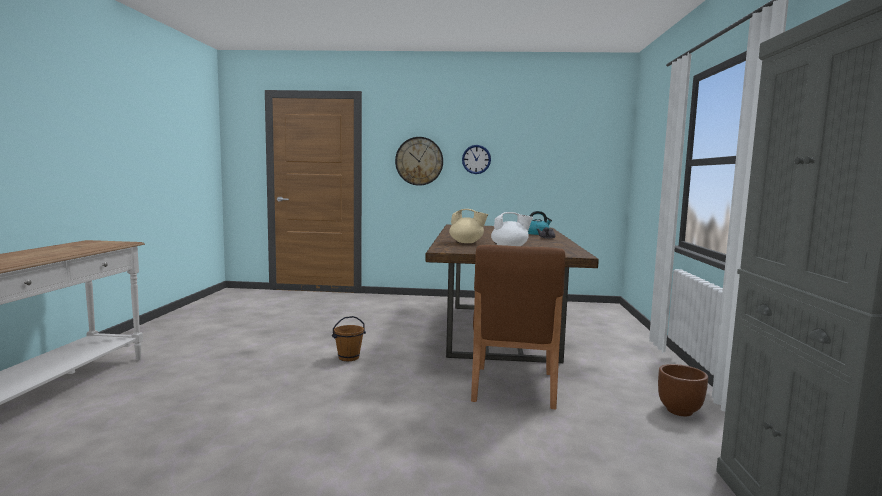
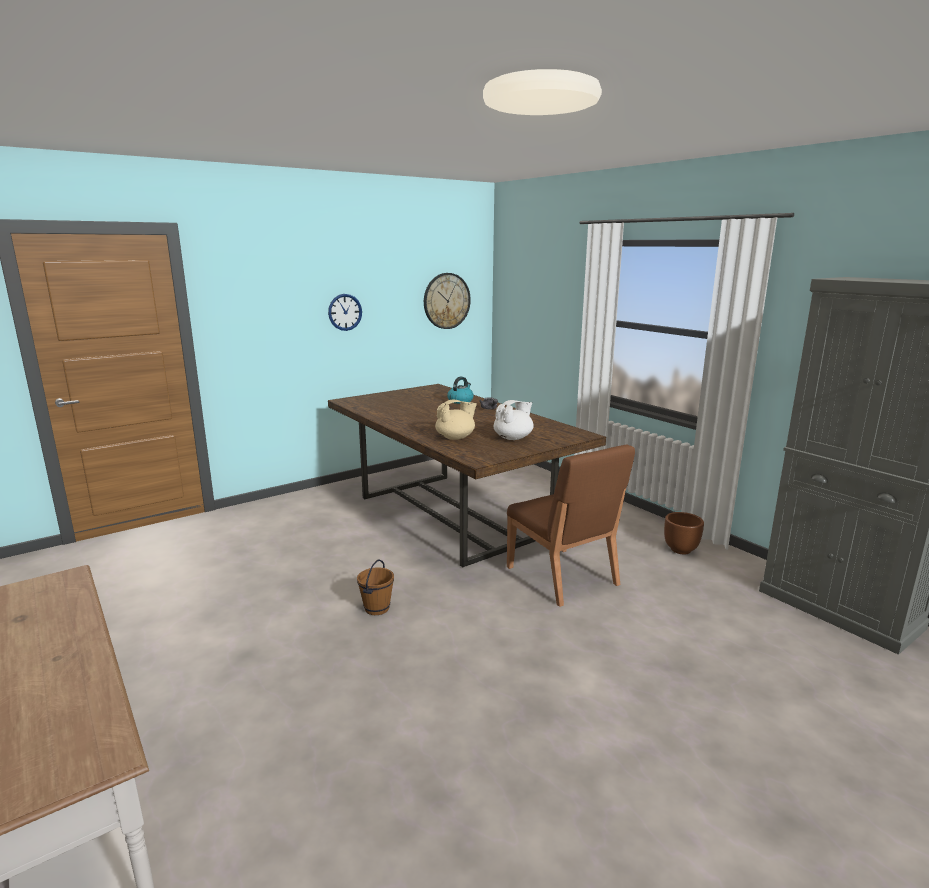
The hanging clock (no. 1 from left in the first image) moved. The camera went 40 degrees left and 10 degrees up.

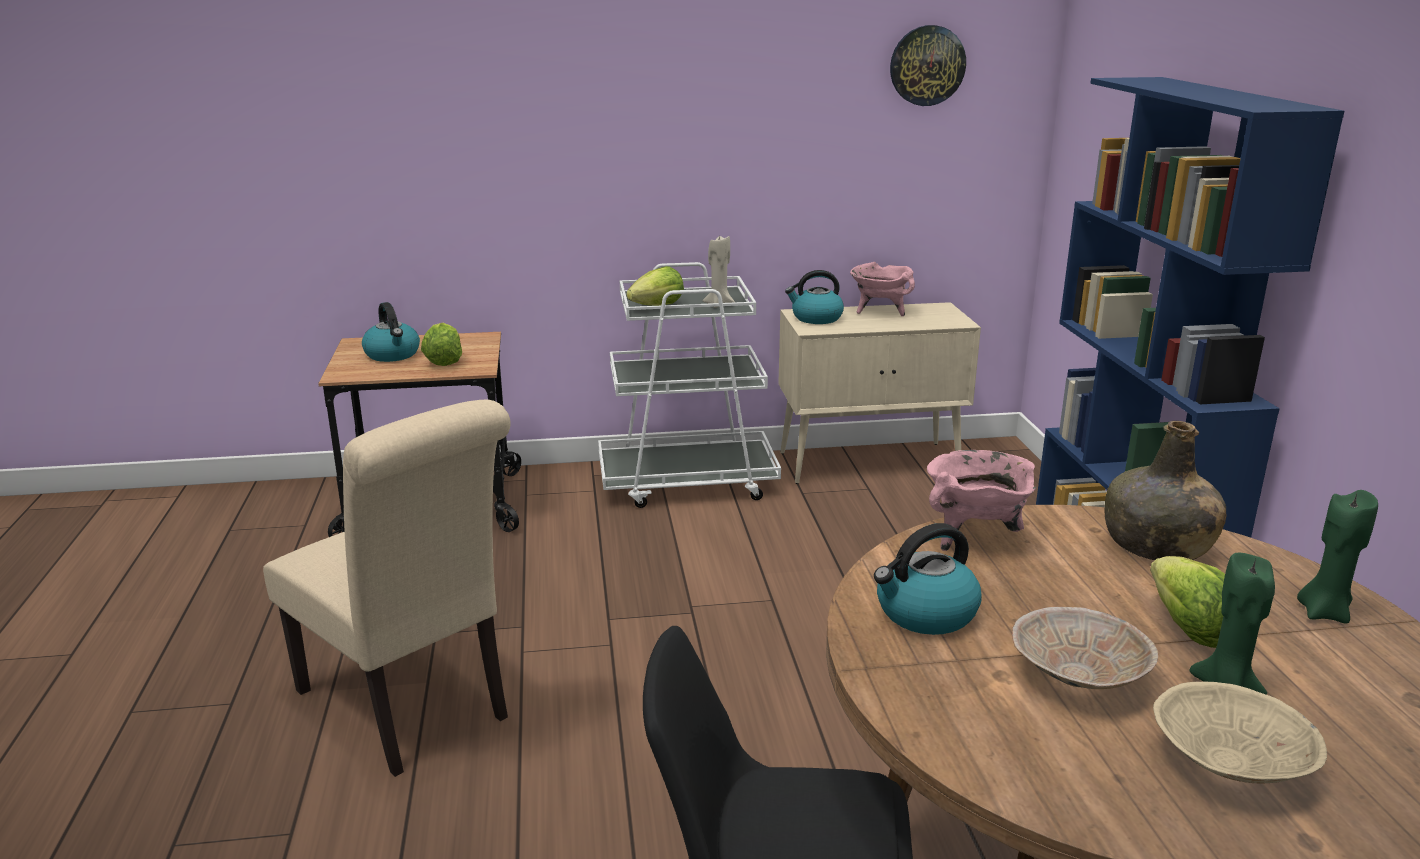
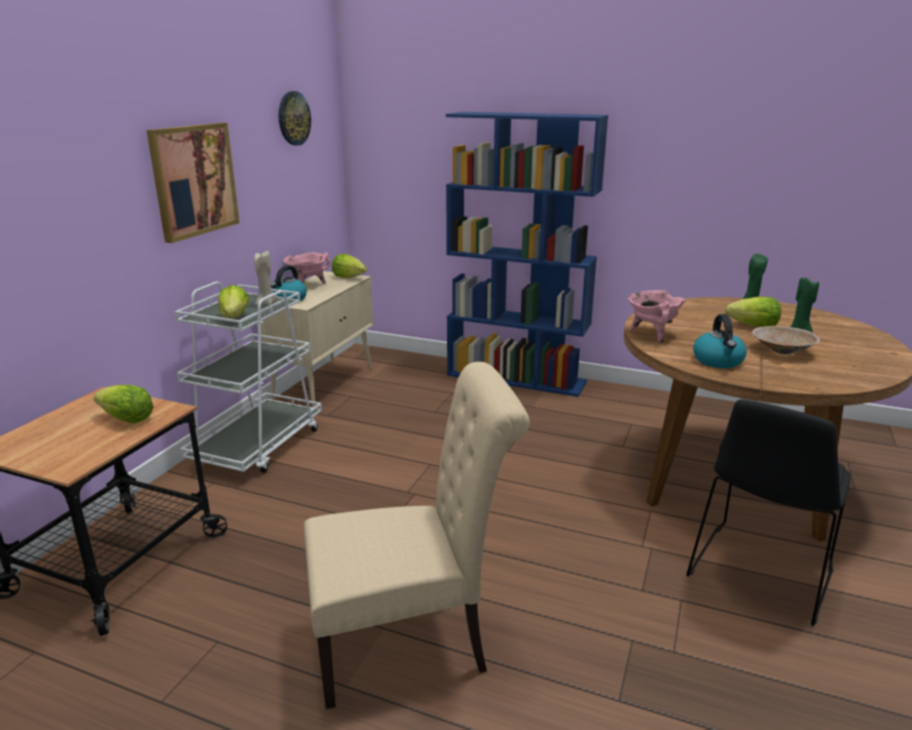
The tea kettle (no. 1 from left) disappeared. The beverage bottle (green-coloured) disappeared. The deep dish (sand-coloured) (no. 2 from left) disappeared. The picture appeared. The head of lettuce (no. 3 from left) appeared. The camera went 60 degrees left and 0 degrees up.

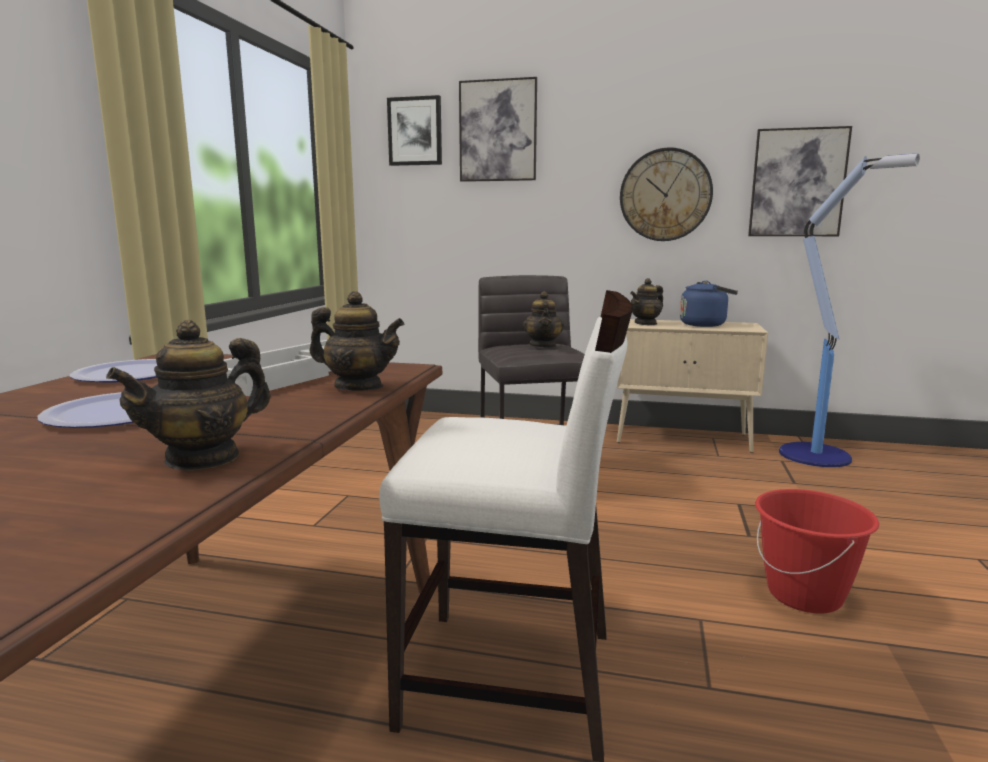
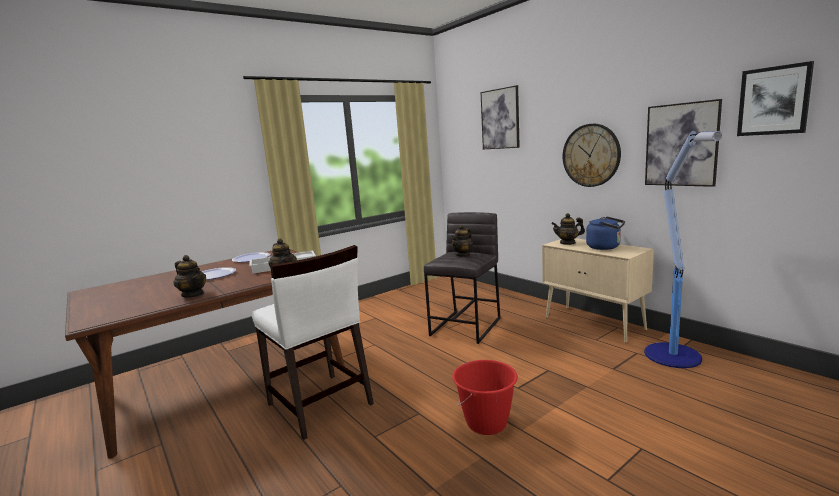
The picture (no. 1 from left in the first image) moved. The teapot (no. 1 from left) turned 135 degrees counterclockwise. The camera went 40 degrees right and 0 degrees up.

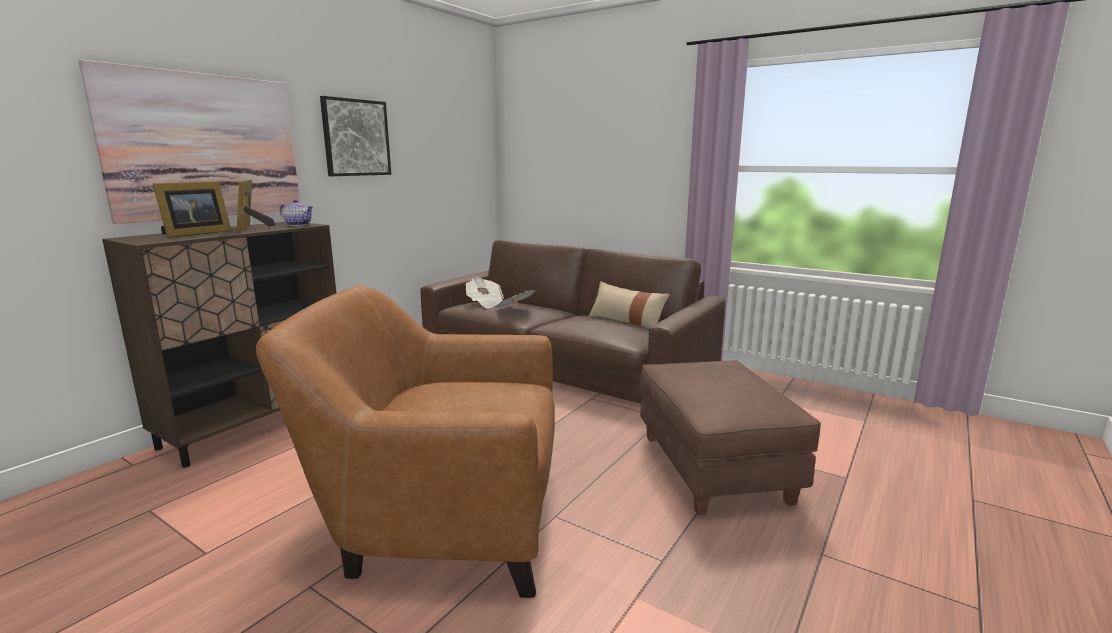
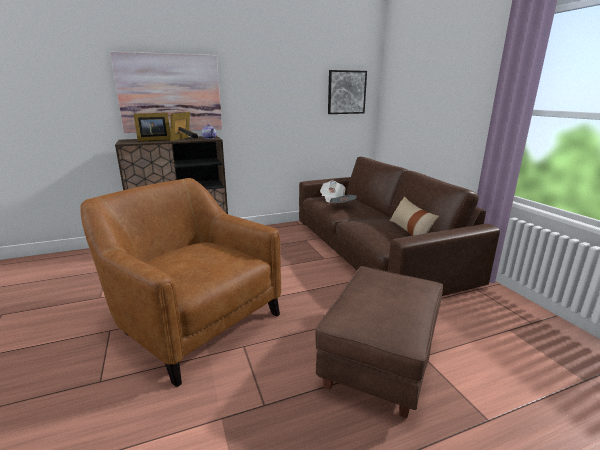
The picture (no. 2 from left) moved. The camera went 35 degrees right and 5 degrees up.

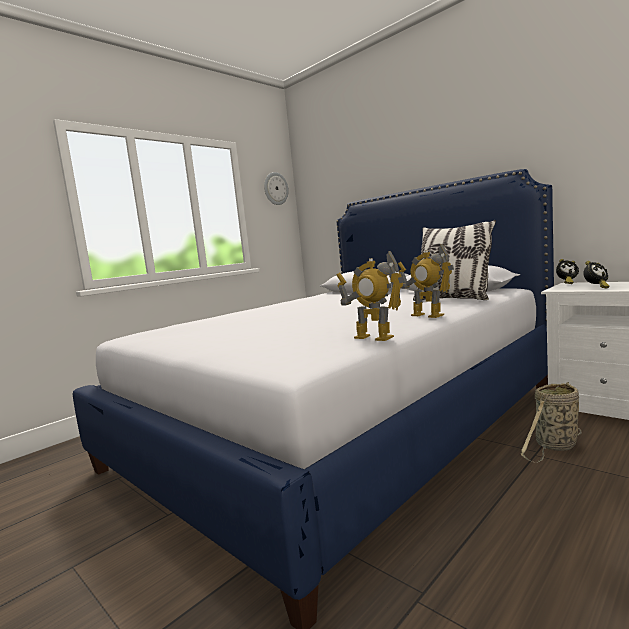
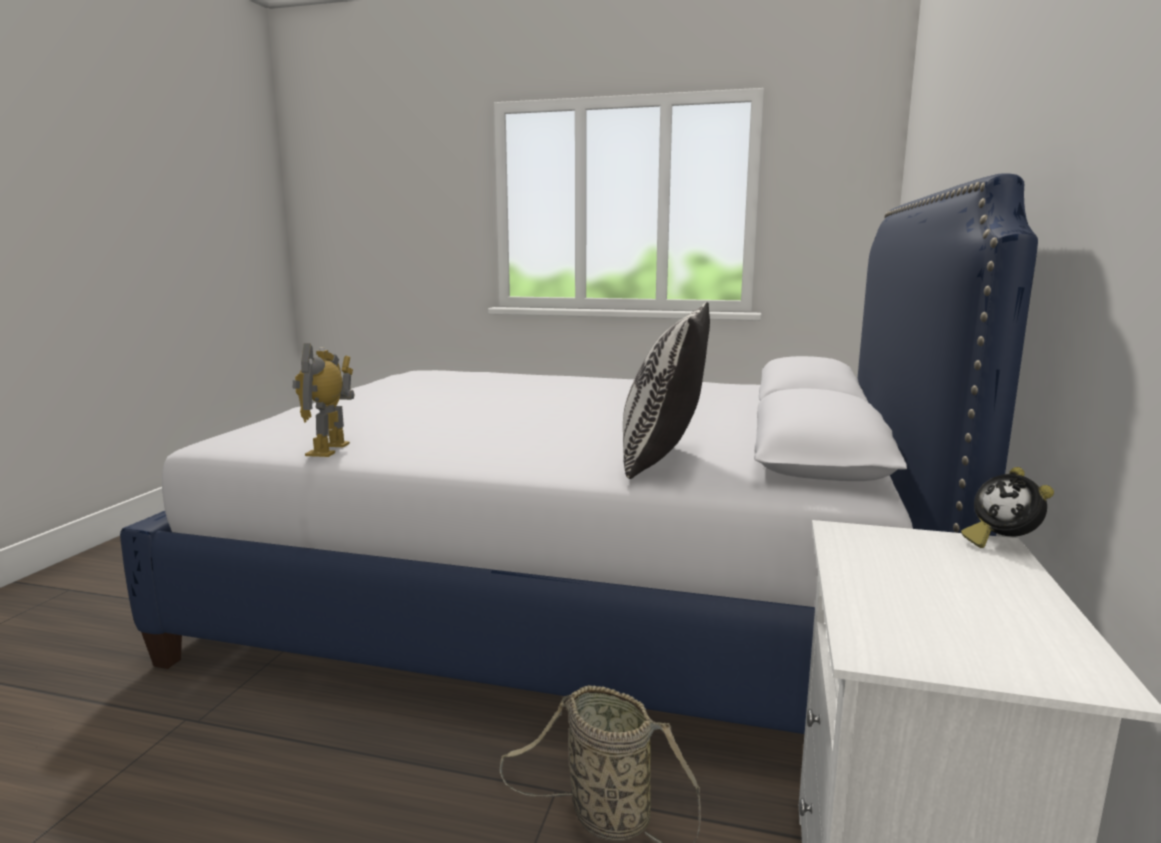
The hanging clock disappeared. The model robot (no. 2 from left) disappeared. The table clock (no. 2 from left) disappeared. The camera went 60 degrees right and 5 degrees up.

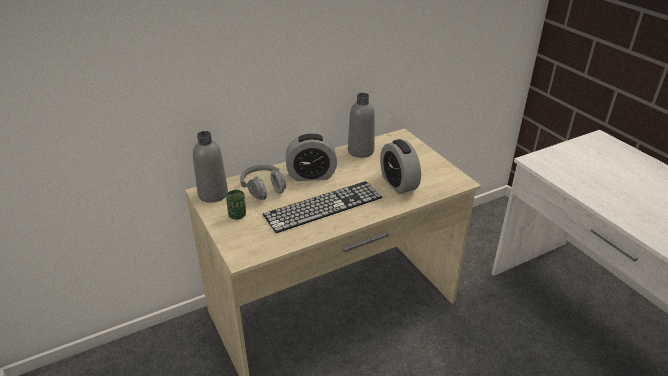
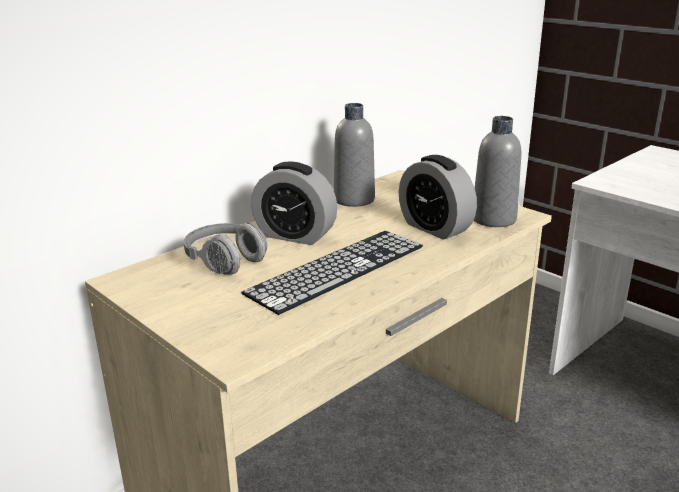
The cup (green-coloured) disappeared. The beverage bottle (greyish) (no. 1 from left in the first image) moved. The table clock (no. 1 from left) turned 45 degrees clockwise. The camera went 15 degrees left and 10 degrees down.

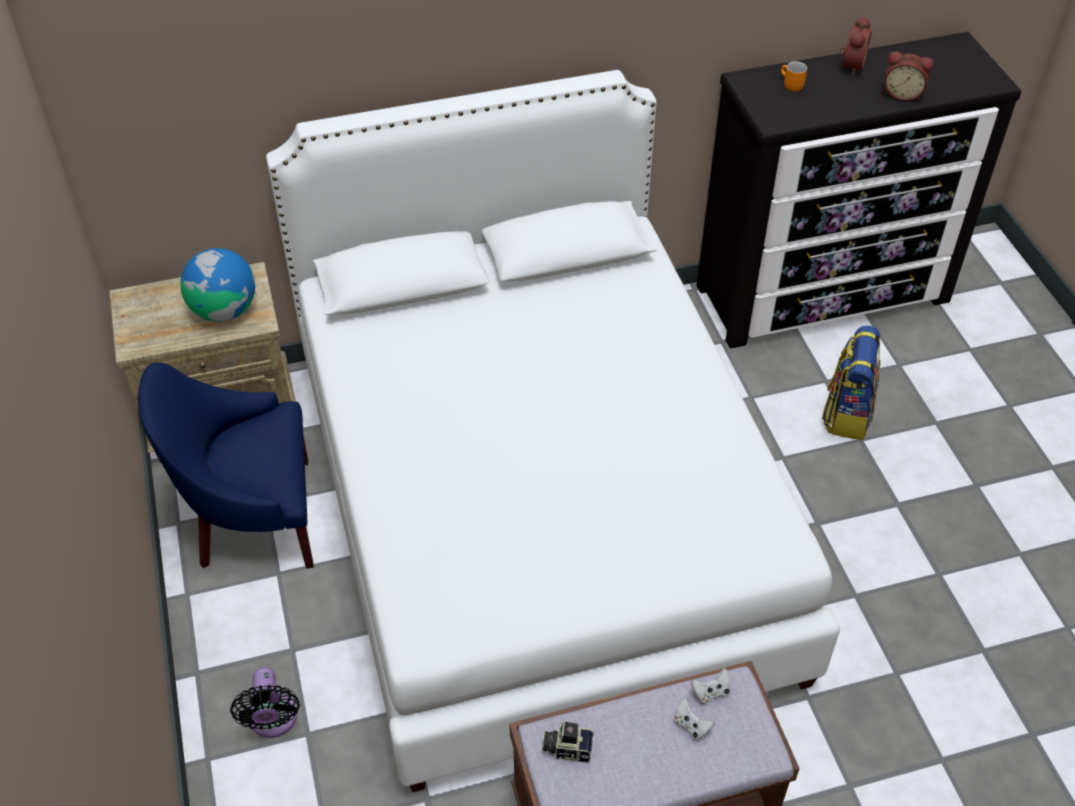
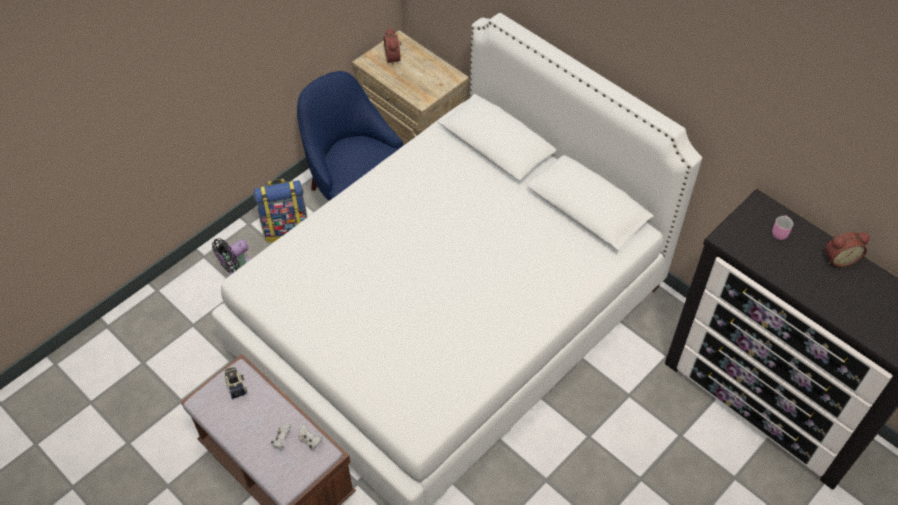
The desk globe disappeared. The rucksack moved. The table clock (no. 2 from left in the first image) moved. The coffee mug (orange) became the coffee mug (pink-coloured). The camera went 60 degrees right and 5 degrees up.

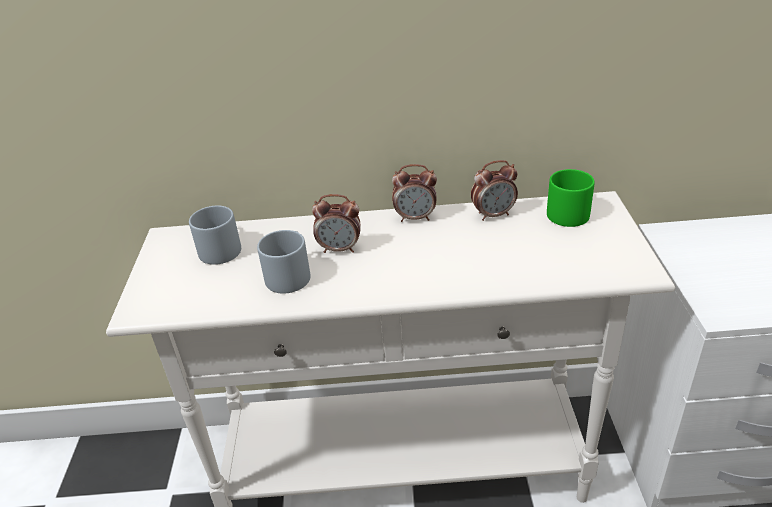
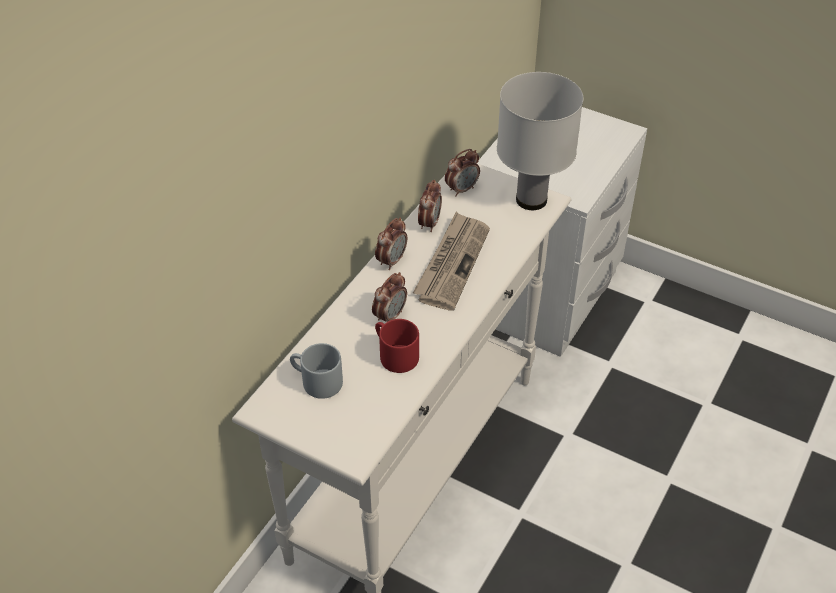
The newspaper appeared. The lamp for a table (whitish) appeared. The coffee mug (green-coloured) was replaced by the table clock (no. 4 from left). The coffee mug (greyish) (no. 2 from left) became the coffee mug (red). The camera went 60 degrees left and 10 degrees up.

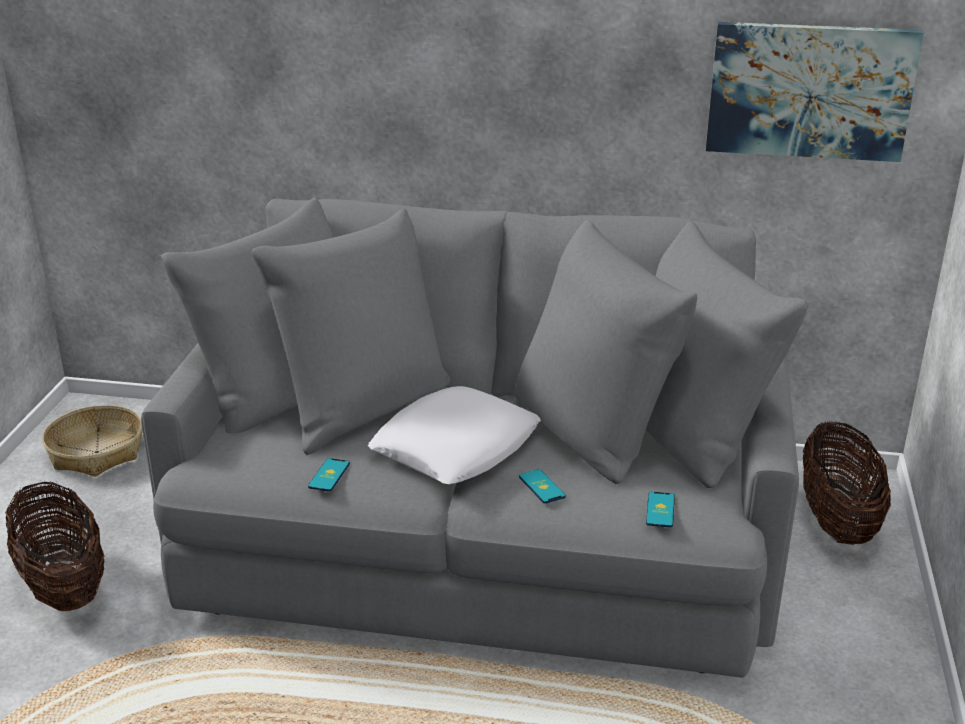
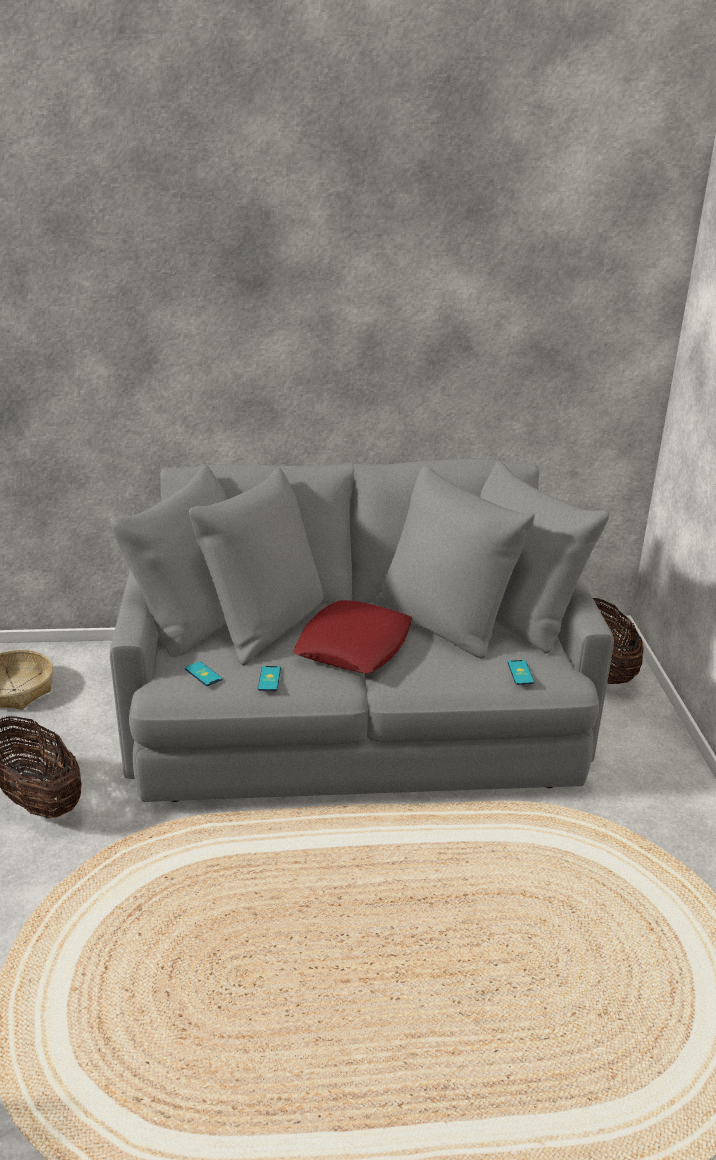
The picture disappeared. The phone (no. 2 from left in the first image) moved. The cushion (whitish) became the cushion (red). The camera went 15 degrees left and 0 degrees up.

